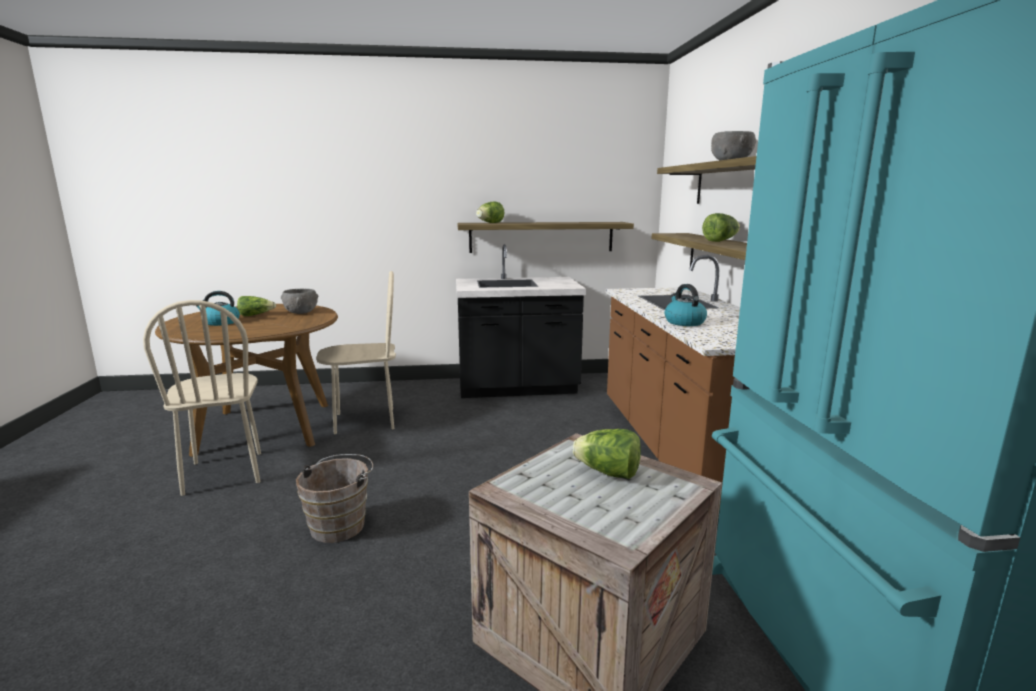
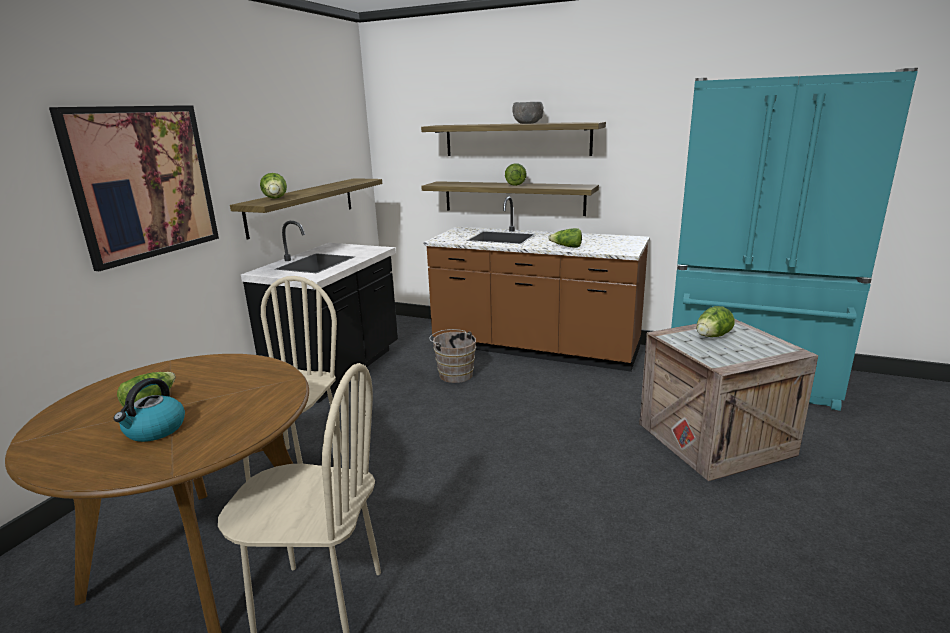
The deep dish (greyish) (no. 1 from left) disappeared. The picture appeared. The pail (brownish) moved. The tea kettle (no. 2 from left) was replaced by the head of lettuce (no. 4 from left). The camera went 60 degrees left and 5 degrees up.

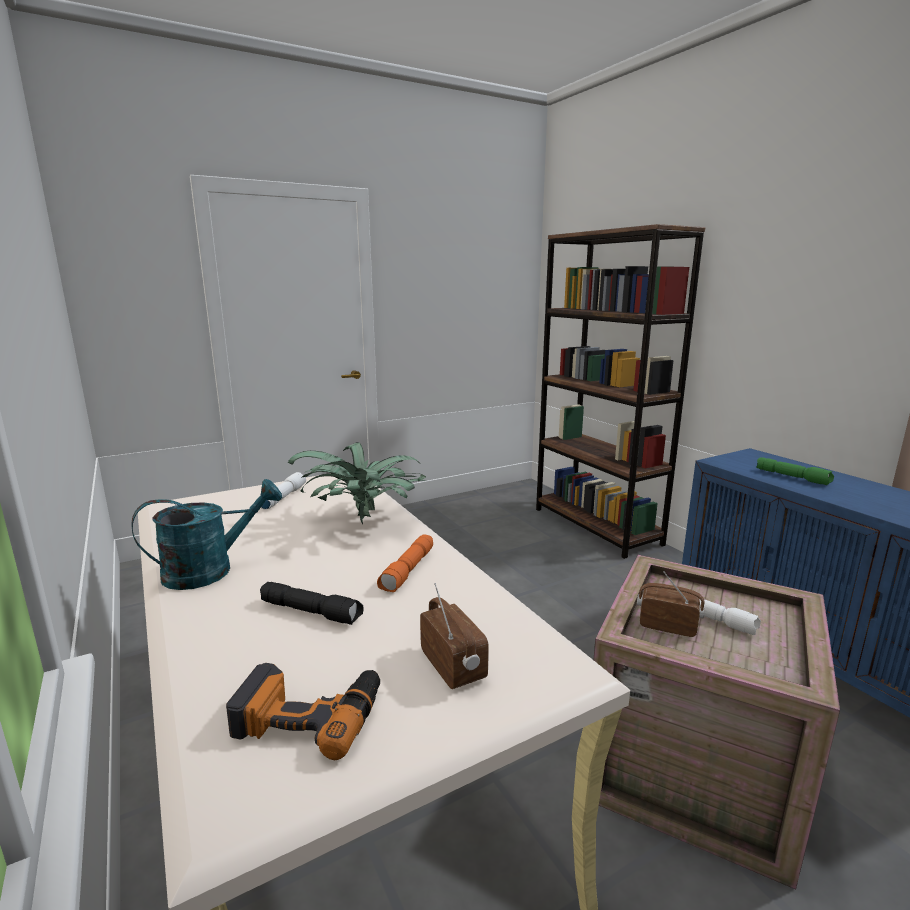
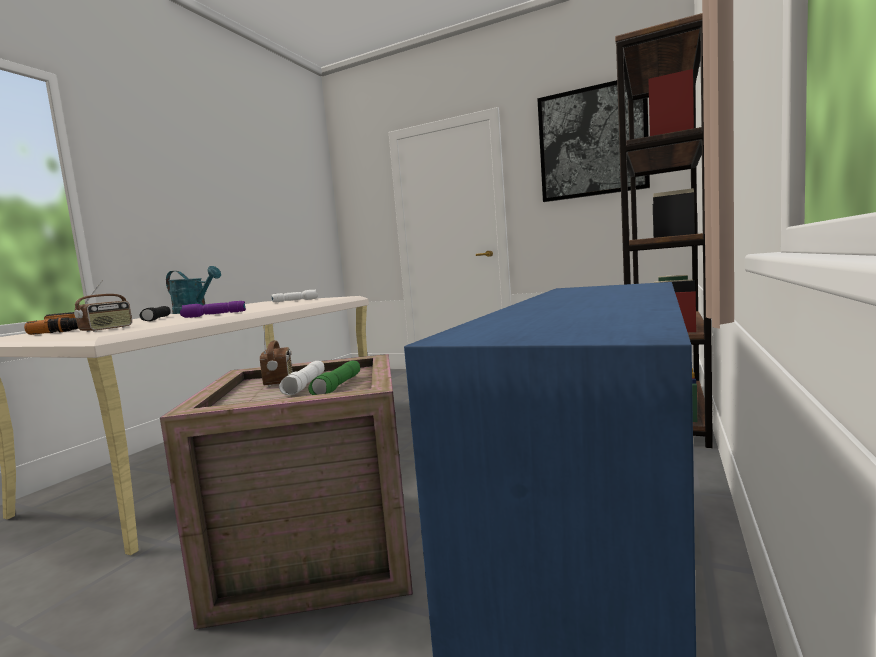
The potted plant disappeared. The picture appeared. The hand torch (green-coloured) moved. The hand torch (orange) became the hand torch (purple-coloured). The camera went 55 degrees right and 10 degrees down.

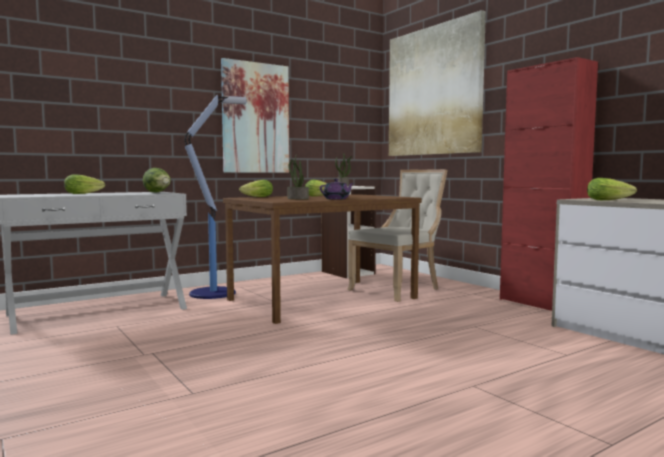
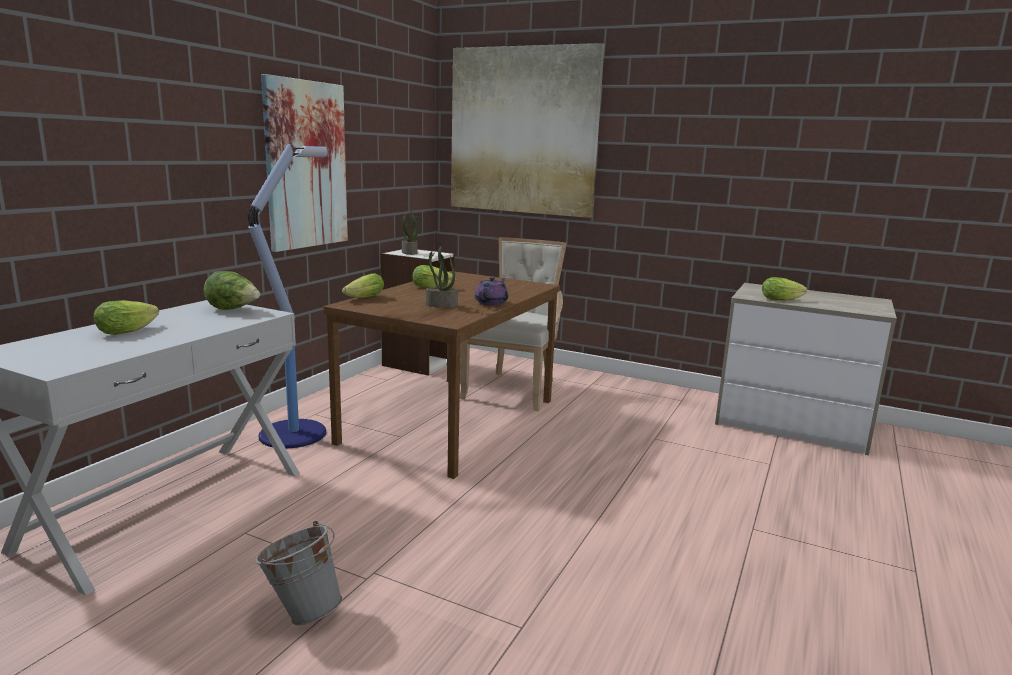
The storage cabinet (red) disappeared. The pail (greyish) appeared. The camera went 30 degrees left and 10 degrees up.

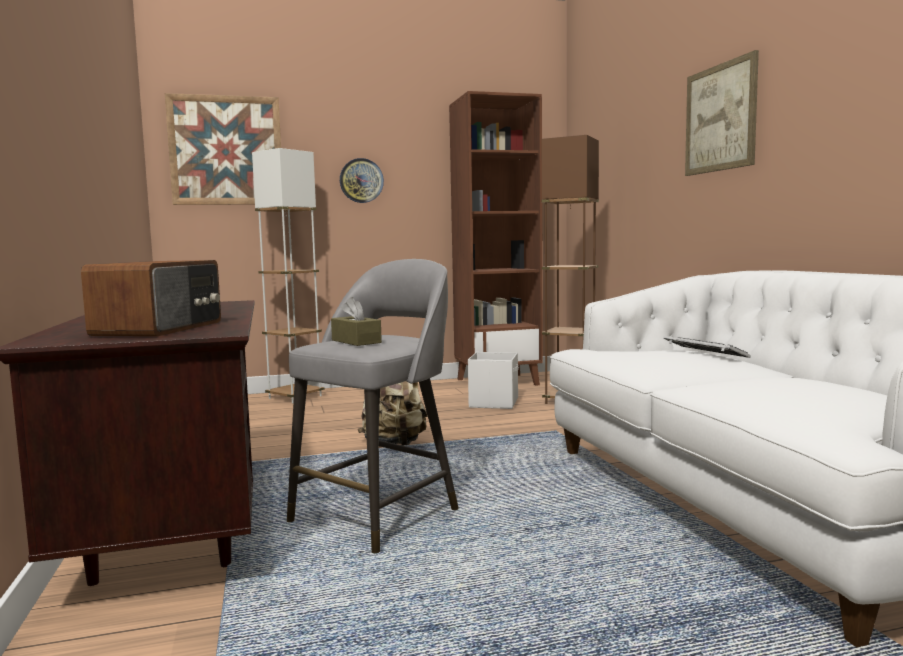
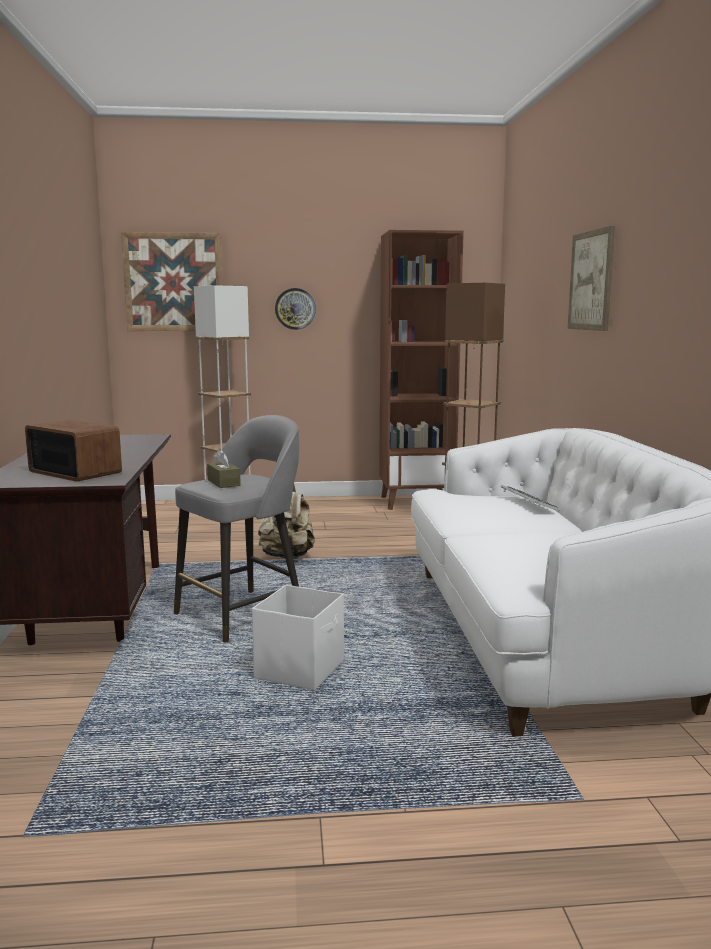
The storage container (whitish) moved. The radio receiver turned 75 degrees counterclockwise. The camera went 10 degrees right and 5 degrees up.

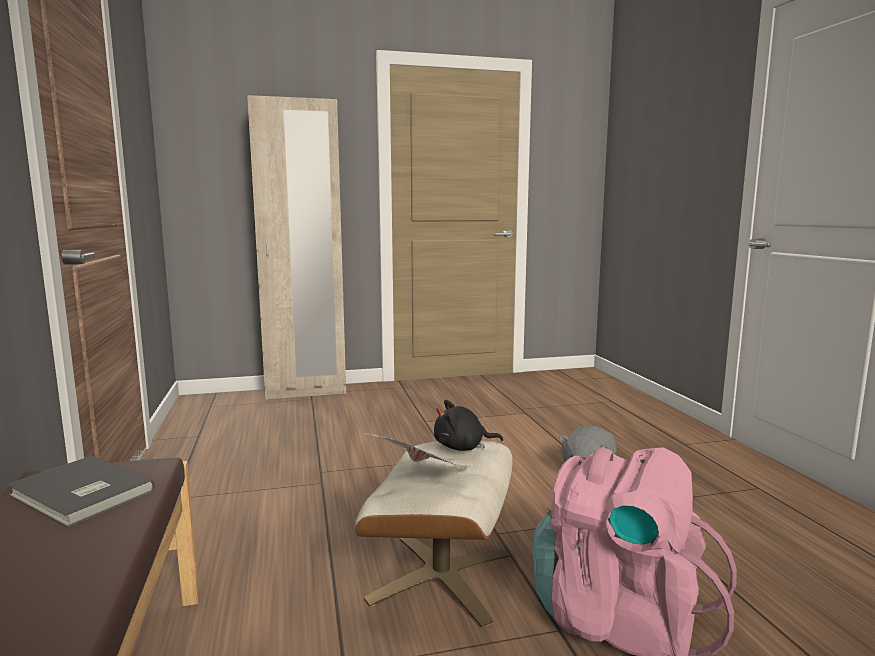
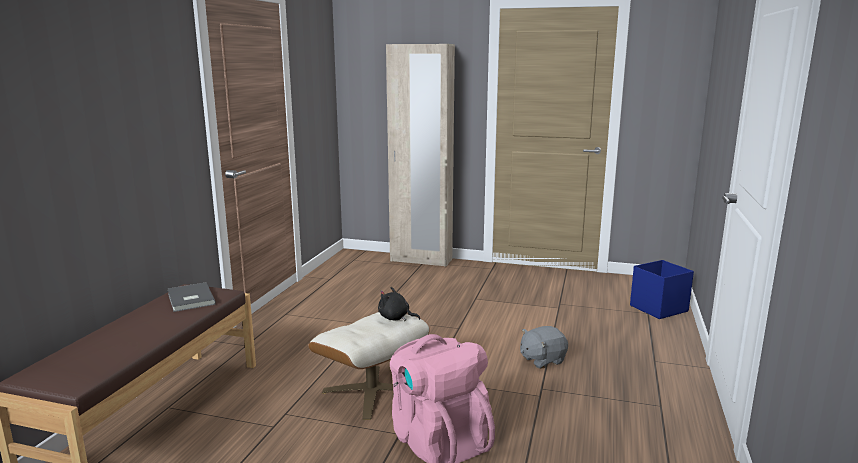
The newspaper disappeared. The storage container (blue) appeared. The camera went 30 degrees right and 5 degrees up.

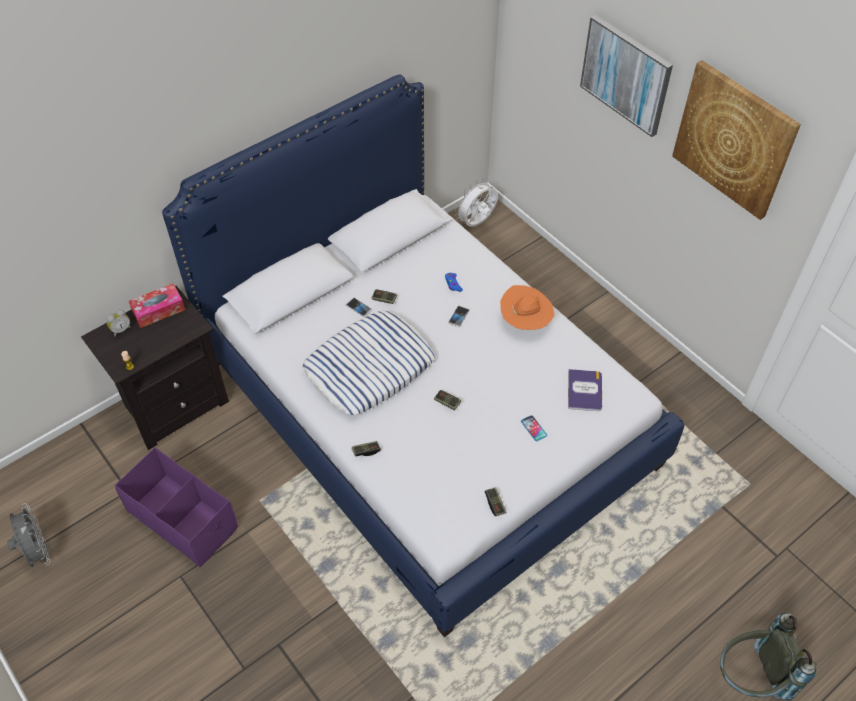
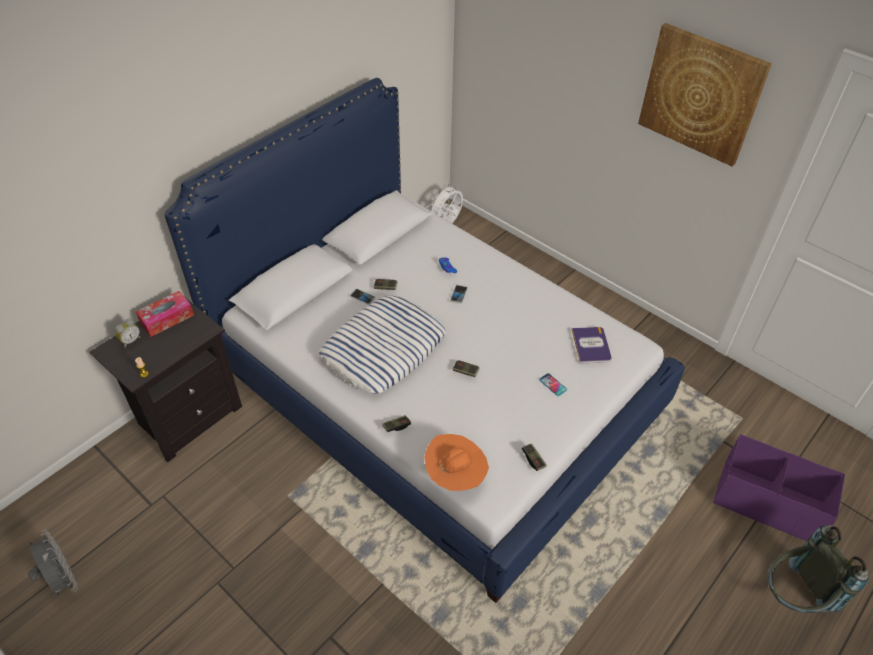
The picture (no. 1 from left) disappeared. The storage container (purple-coloured) moved. The clothing hat (orange) moved. The camera went 10 degrees left and 5 degrees down.

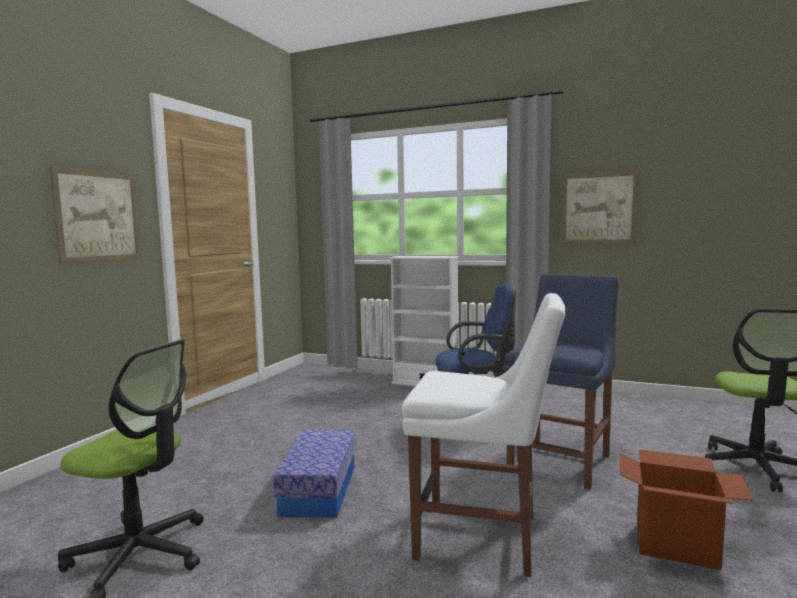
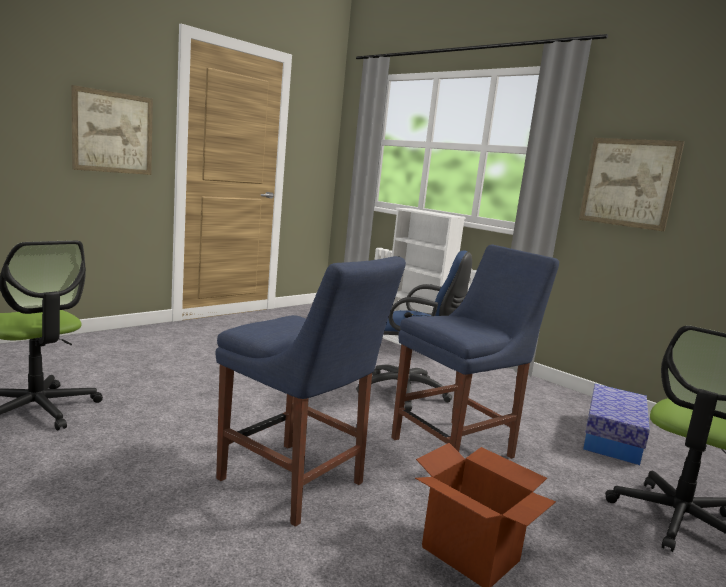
The storage container moved. The chair (whitish) became the chair (blue) (no. 1 from left). The camera went 20 degrees right and 5 degrees up.

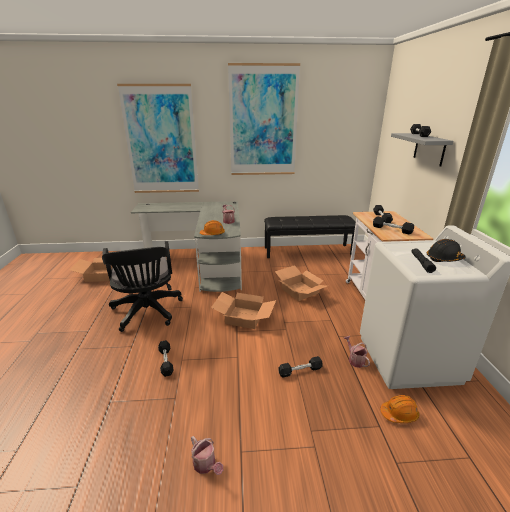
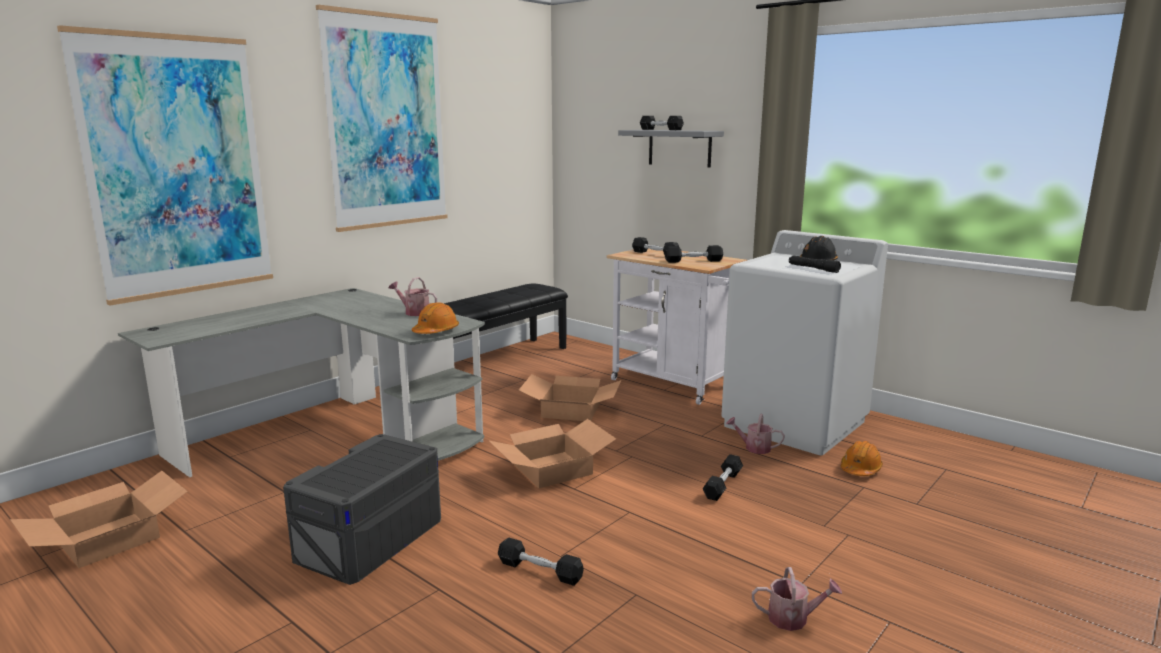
The desk chair (black-coloured) was replaced by the storage container (greyish). The camera went 45 degrees left and 10 degrees down.

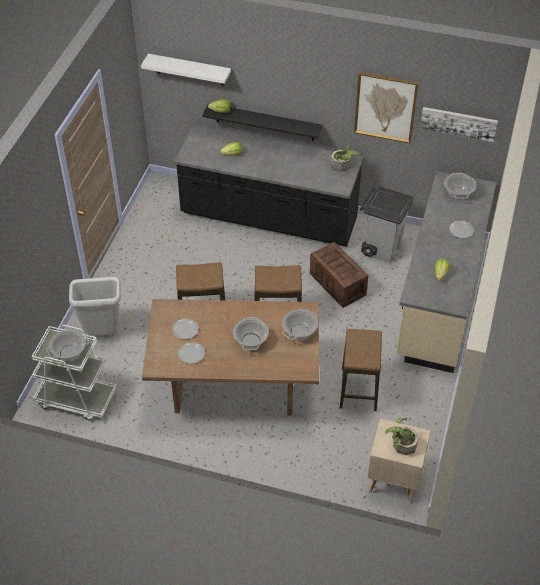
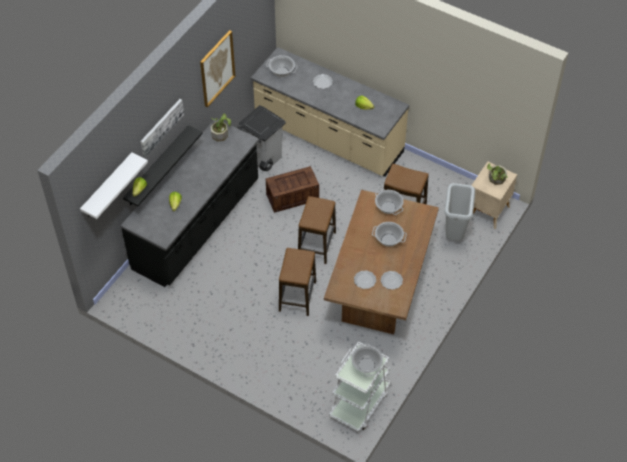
The trash can (greyish) (no. 1 from left in the first image) moved. The picture (no. 2 from left in the first image) moved. The camera went 75 degrees left and 5 degrees up.

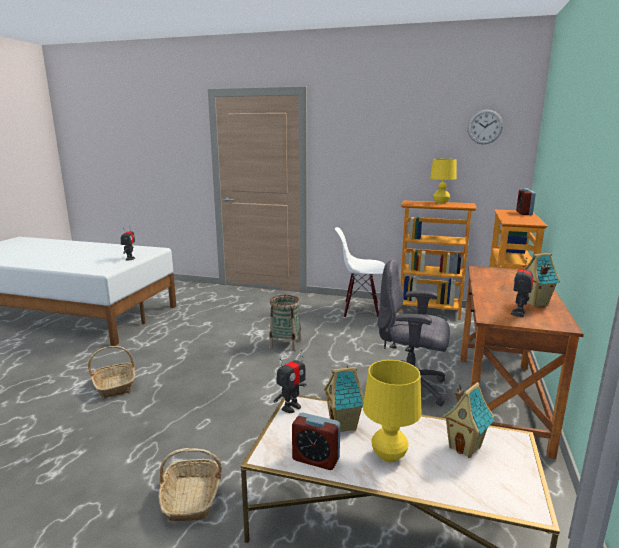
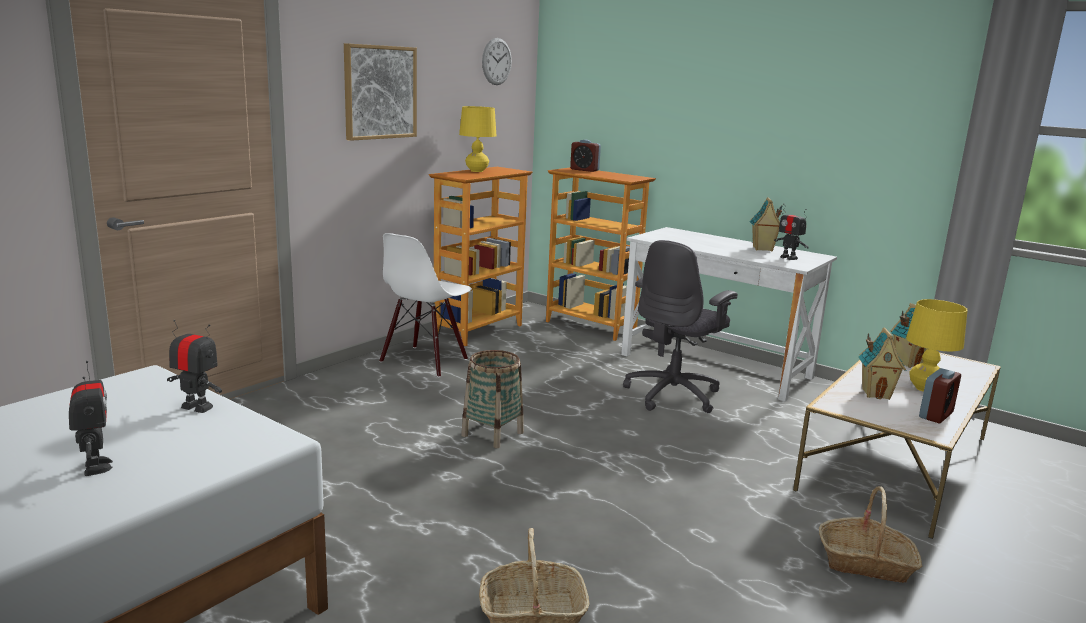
The picture appeared. The model robot (no. 2 from left in the first image) moved. The desk table (brownish) became the desk table (whitish). The camera went 70 degrees left and 0 degrees up.

